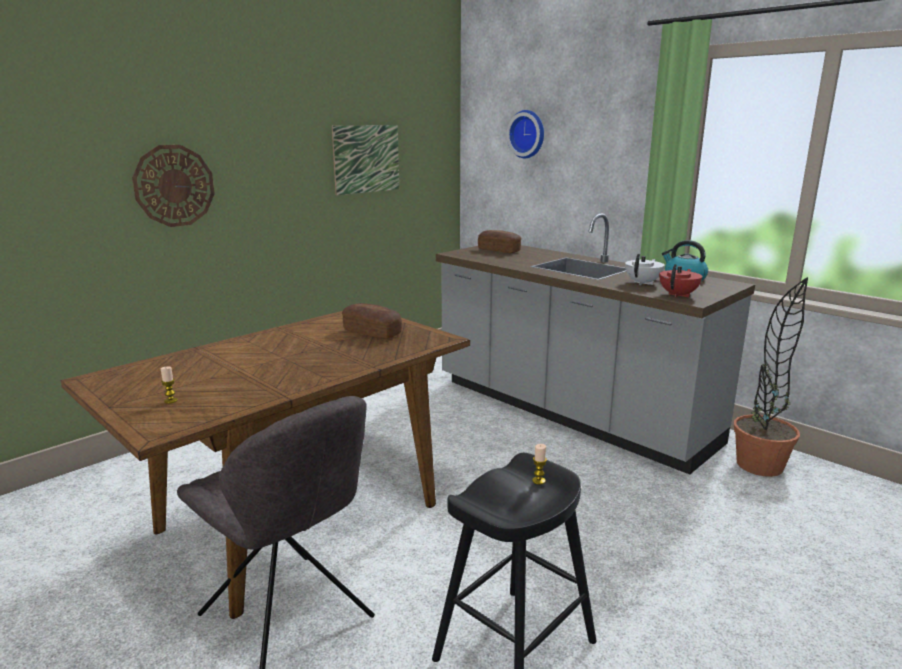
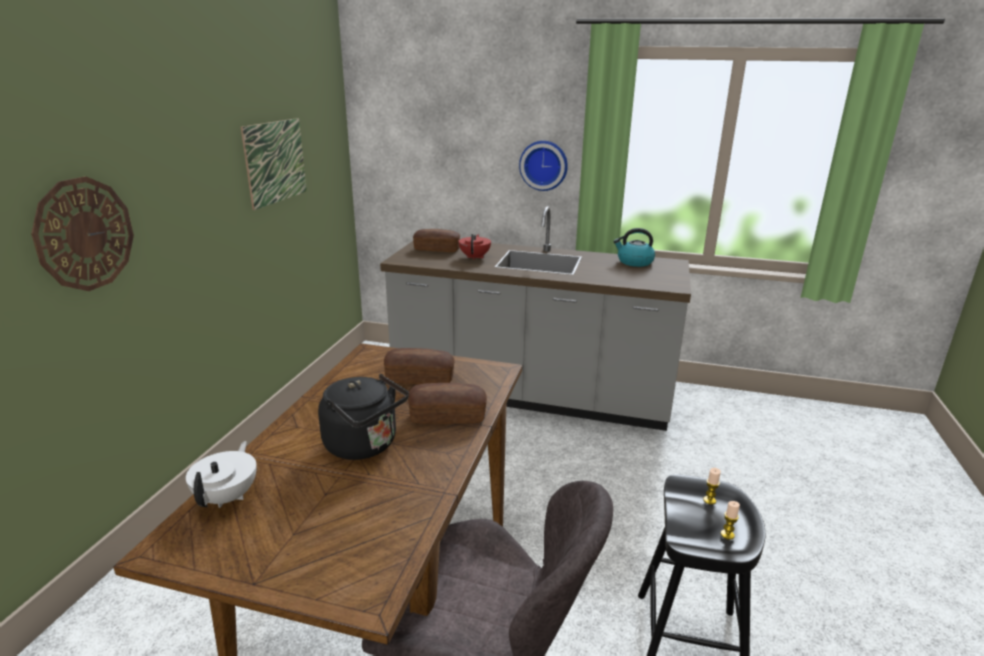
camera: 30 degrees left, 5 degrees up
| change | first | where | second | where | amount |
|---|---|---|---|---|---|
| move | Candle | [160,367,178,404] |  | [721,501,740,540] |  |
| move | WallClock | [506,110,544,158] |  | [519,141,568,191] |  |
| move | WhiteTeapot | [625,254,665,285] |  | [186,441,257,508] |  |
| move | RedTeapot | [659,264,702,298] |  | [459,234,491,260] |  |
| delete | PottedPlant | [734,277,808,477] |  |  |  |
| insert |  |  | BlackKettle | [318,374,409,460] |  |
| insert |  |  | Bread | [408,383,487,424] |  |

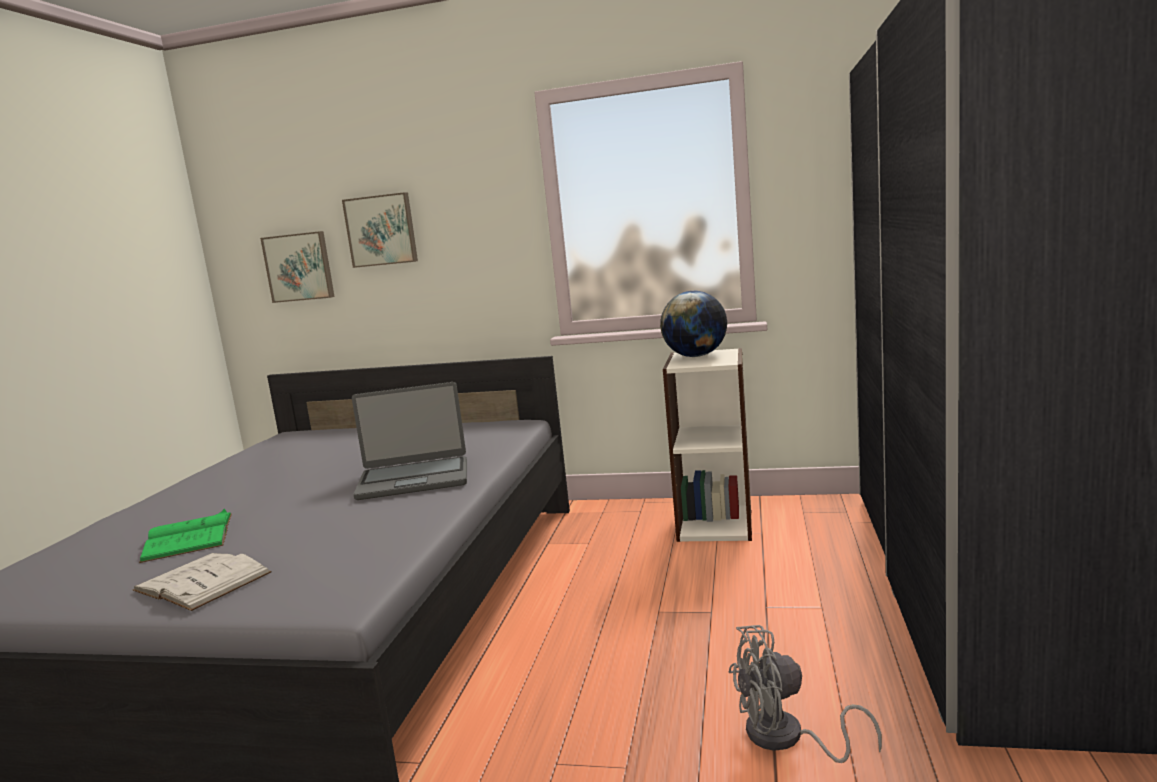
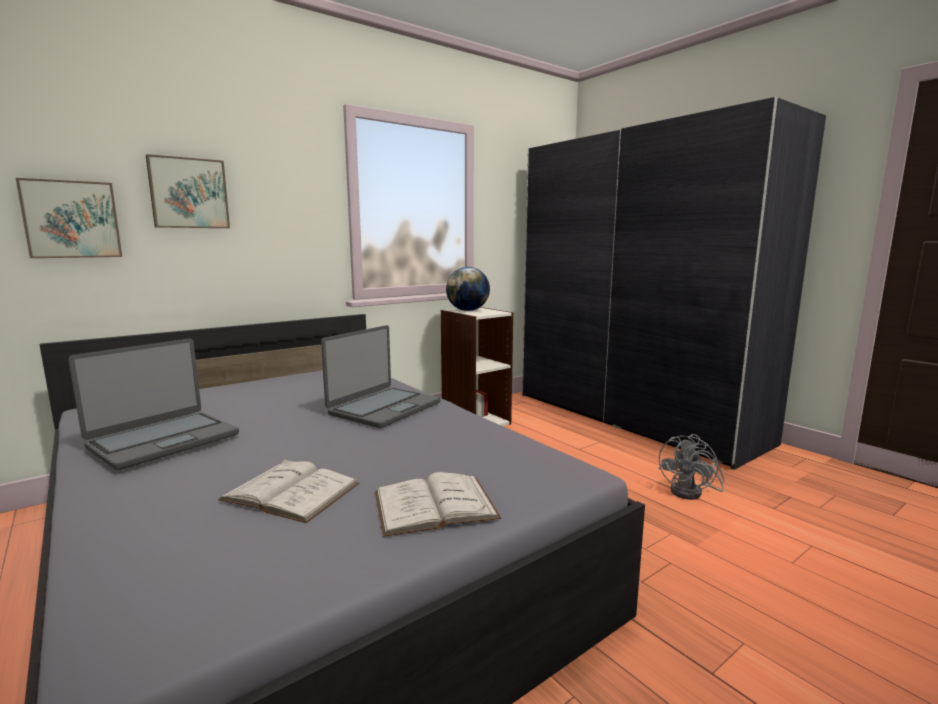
camera: 50 degrees left, 0 degrees up
| change | first | where | second | where | amount |
|---|---|---|---|---|---|
| recolor | GreenBook | [139,509,232,563] | WhiteBook | [218,459,359,523] |  |
| insert |  |  | Laptop | [68,339,239,470] |  |

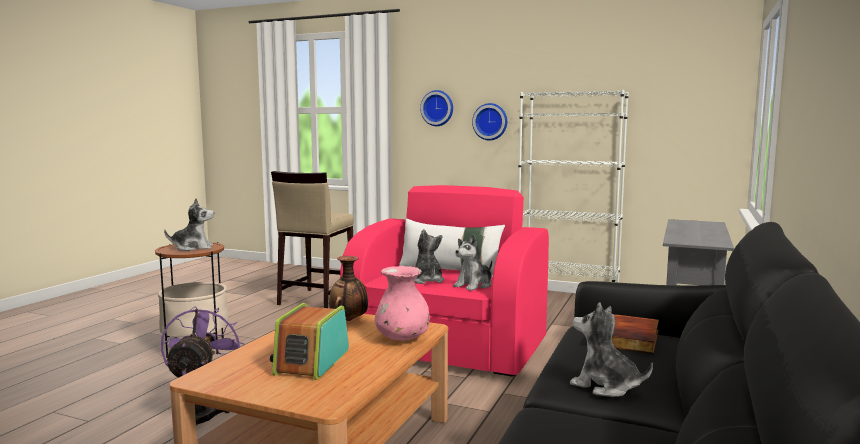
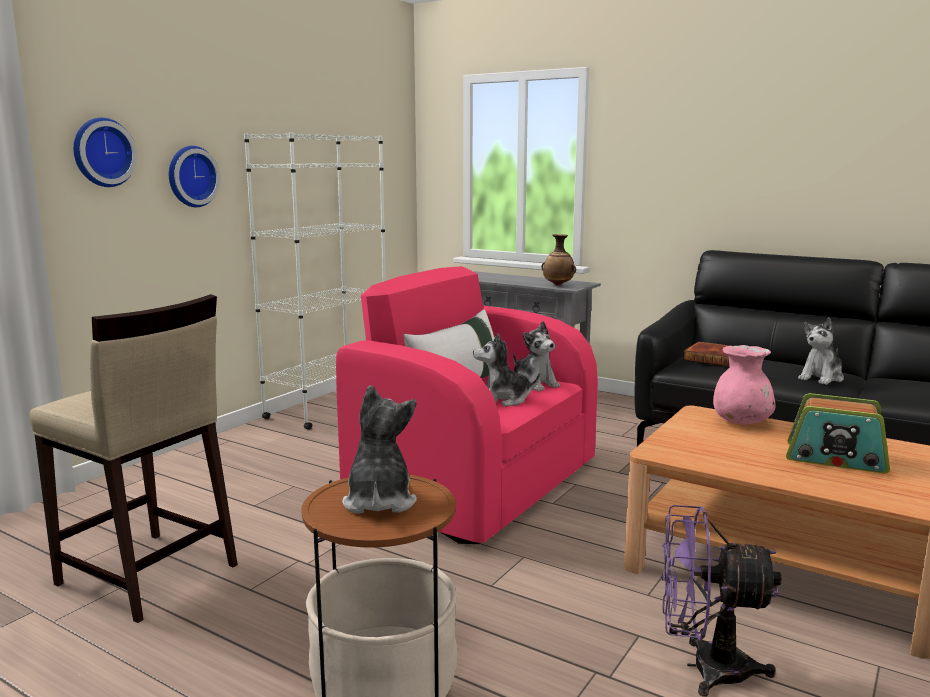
camera: 80 degrees left, 5 degrees up
| change | first | where | second | where | amount |
|---|---|---|---|---|---|
| move | Vase | [329,256,368,321] |  | [541,234,576,286] |  |

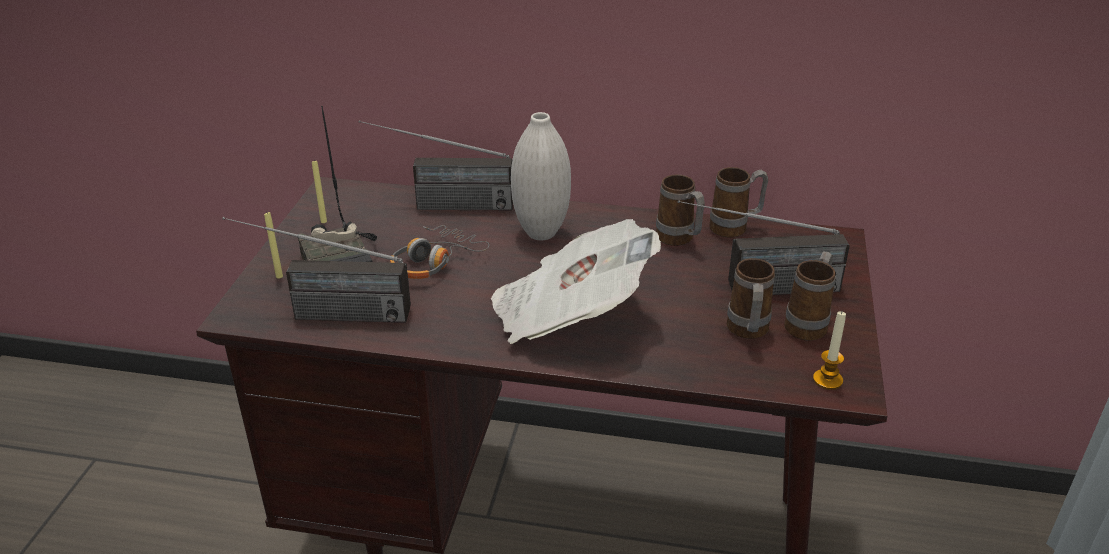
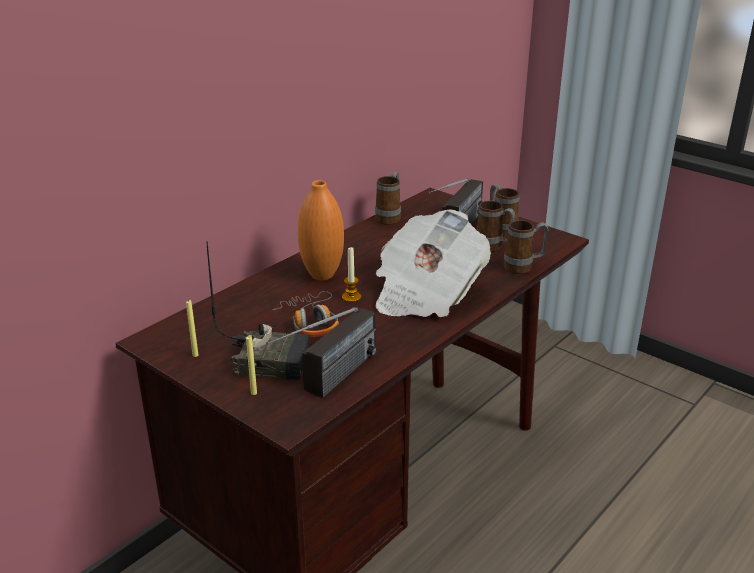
camera: 60 degrees left, 5 degrees down
| change | first | where | second | where | amount |
|---|---|---|---|---|---|
| delete | Radio | [358,120,513,210] |  |  |  |
| recolor | WhiteVase | [511,112,571,240] | OrangeVase | [298,180,344,280] |  |
| move | Mug | [656,174,705,246] |  | [504,220,549,274] |  |
| move | Candle | [813,310,846,390] |  | [342,246,361,302] |  |

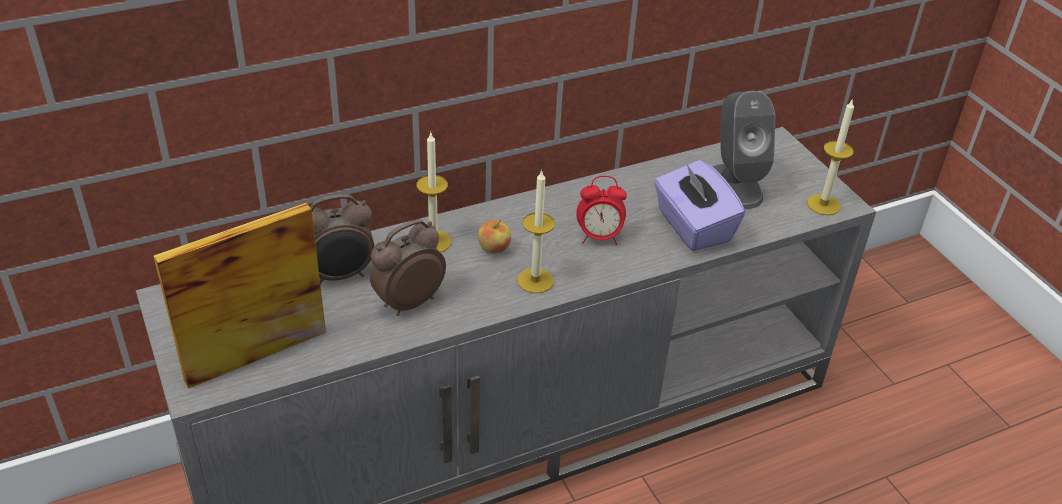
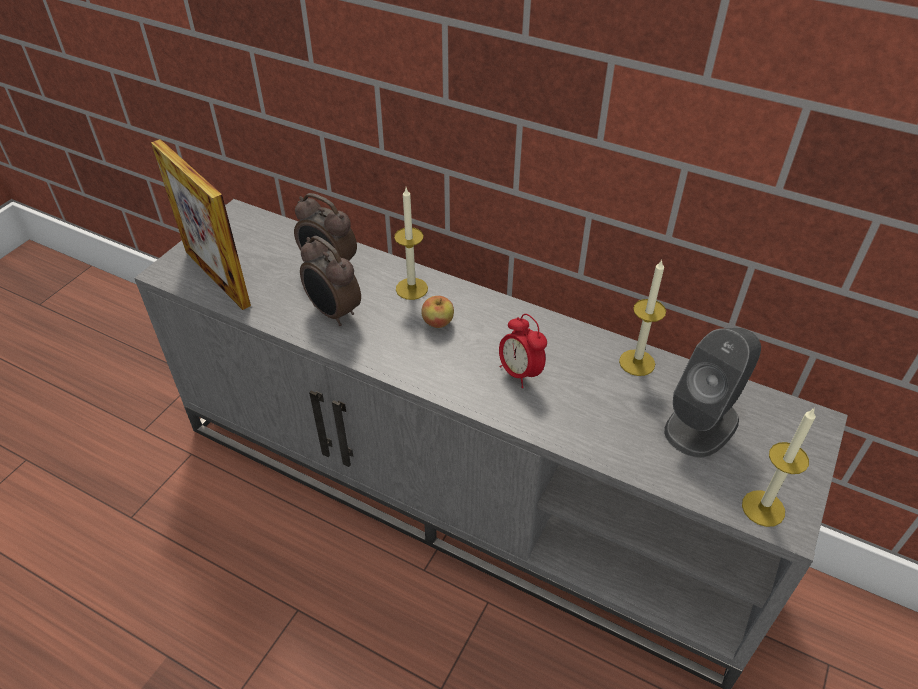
camera: 55 degrees right, 5 degrees up
| change | first | where | second | where | amount |
|---|---|---|---|---|---|
| rotate | PictureFrame | [153,203,326,388] |  | [151,139,251,310] | 150 degrees counterclockwise |
| rotate | AlarmClock | [370,219,446,316] |  | [300,236,361,326] | 150 degrees counterclockwise |
| move | Candle | [517,170,555,293] |  | [619,260,666,376] |  |
| delete | PurpleTissueBox | [654,160,745,251] |  |  |  |

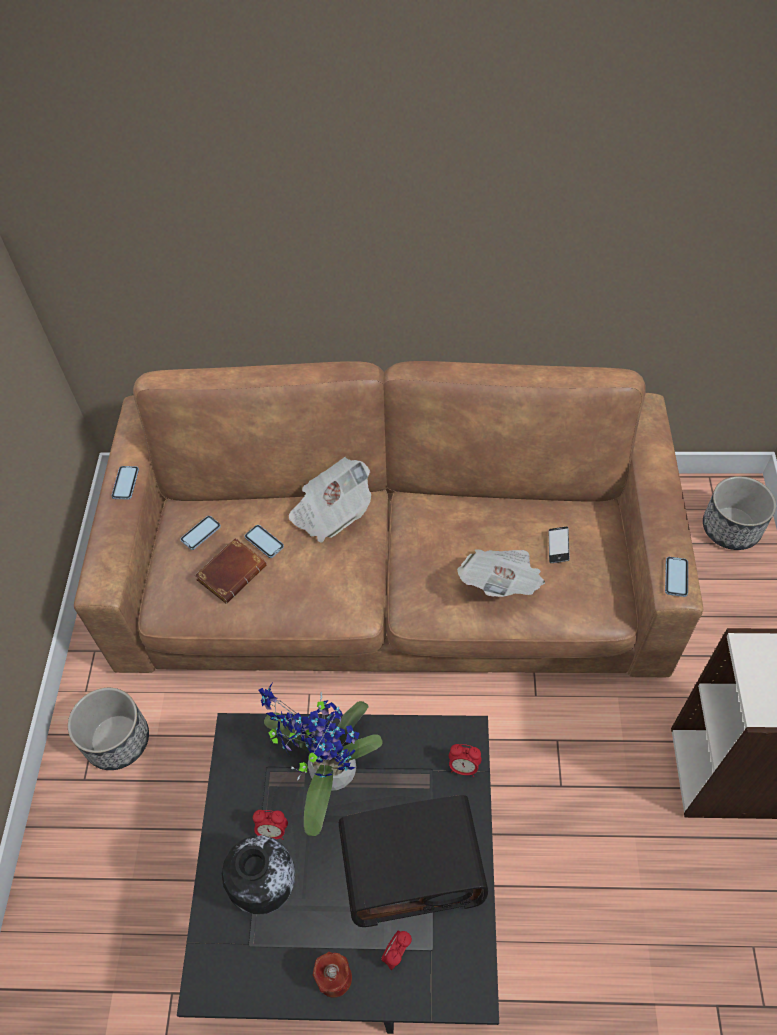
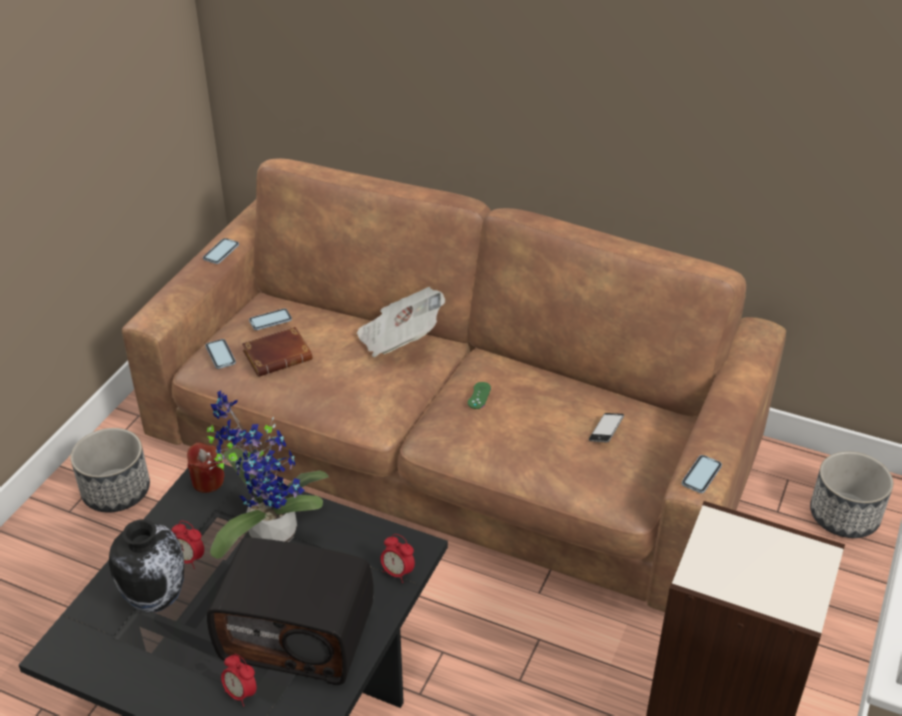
camera: 20 degrees right, 15 degrees down
| change | first | where | second | where | amount |
|---|---|---|---|---|---|
| move | Phone | [245,525,284,558] |  | [205,339,236,369] |  |
| move | RedCandle | [313,952,352,998] |  | [187,442,225,493] |  |
| rotate | AlarmClock | [381,931,412,970] |  | [221,654,256,707] | 105 degrees counterclockwise |
| delete | Newspaper | [457,549,545,597] |  |  |  |
| insert |  |  | GreenGameController | [468,382,491,409] |  |

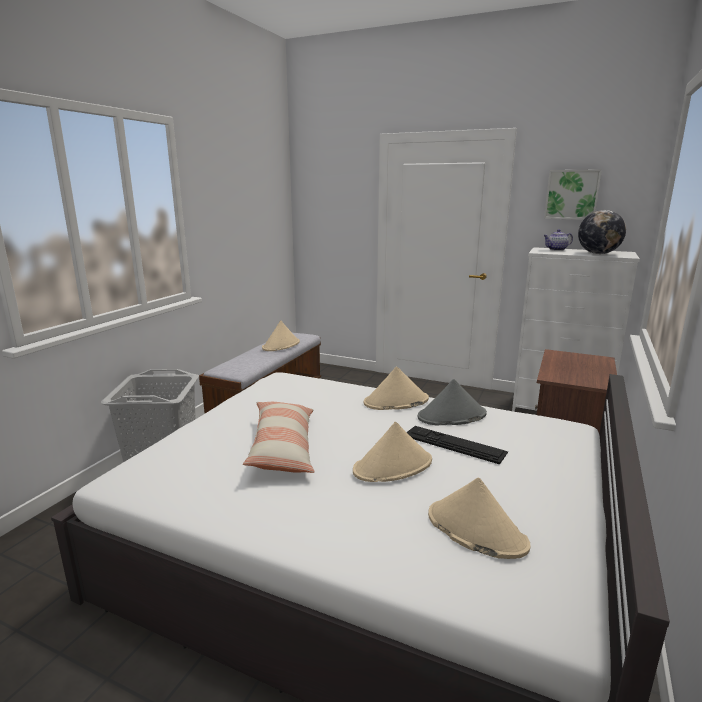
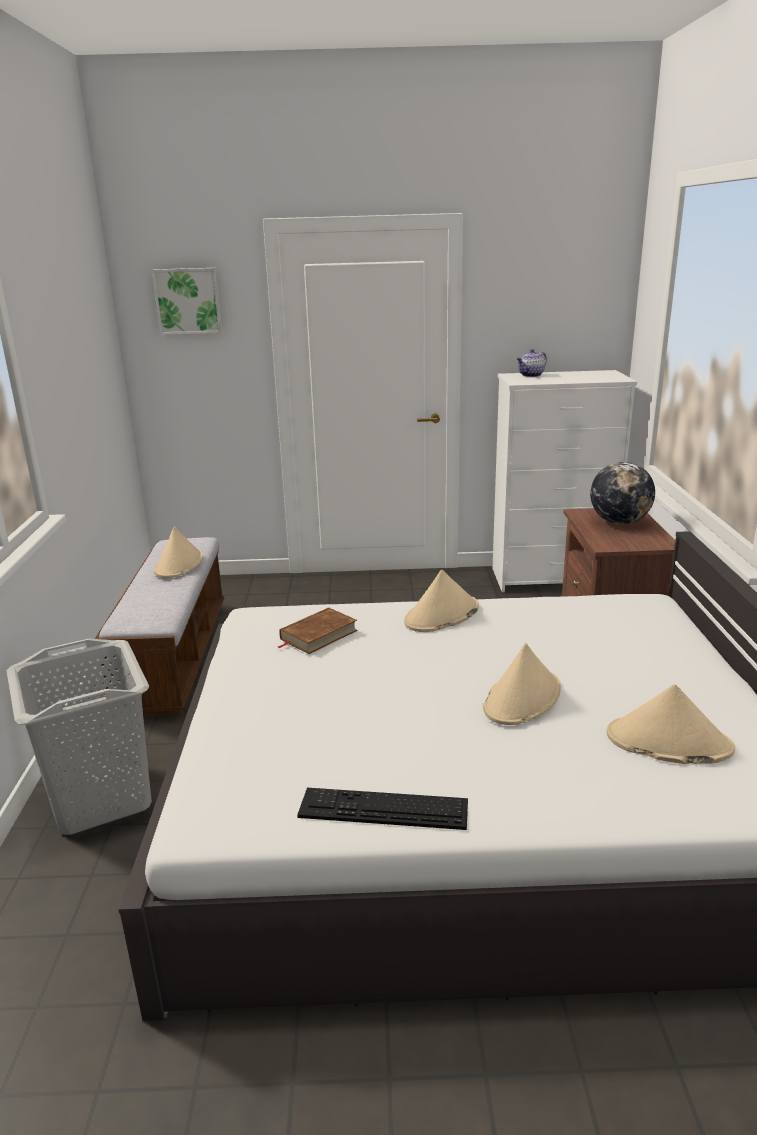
camera: 25 degrees left, 5 degrees up
| change | first | where | second | where | amount |
|---|---|---|---|---|---|
| delete | Pillow | [243,402,315,473] |  |  |  |
| move | Keyboard | [407,426,508,464] |  | [297,788,468,830] |  |
| delete | GreyHat | [418,379,487,425] |  |  |  |
| move | Picture | [544,169,602,220] |  | [152,268,222,335] |  |
| move | Globe | [578,210,626,254] |  | [590,462,655,524] |  |
| insert |  |  | BrownBook | [278,608,357,654] |  |

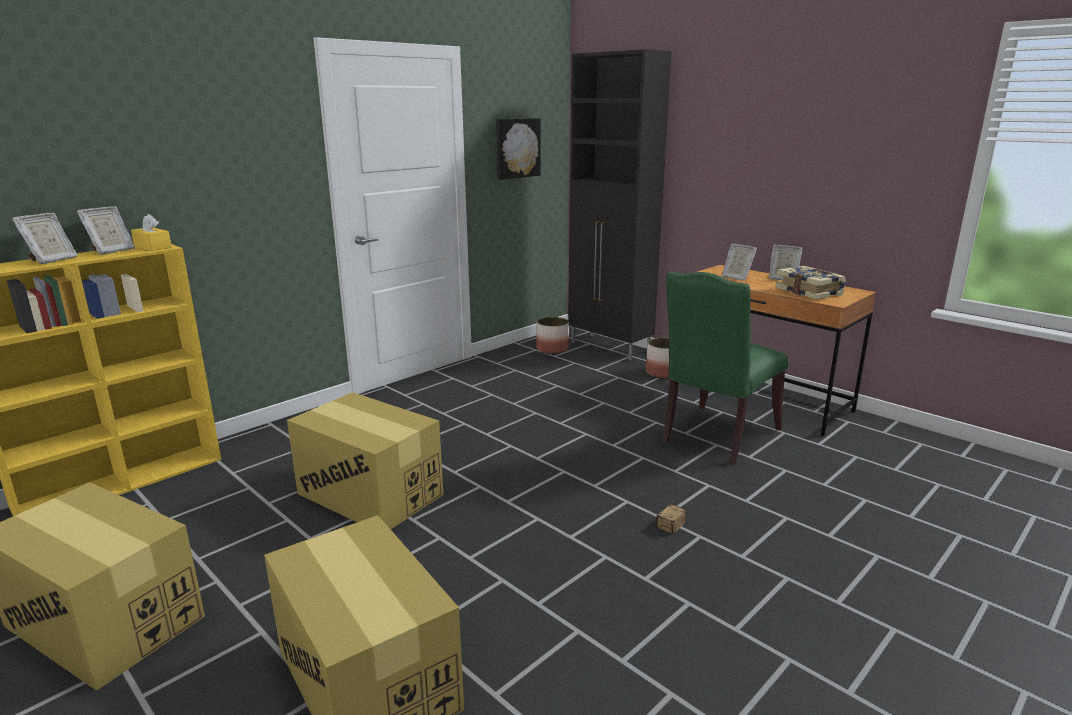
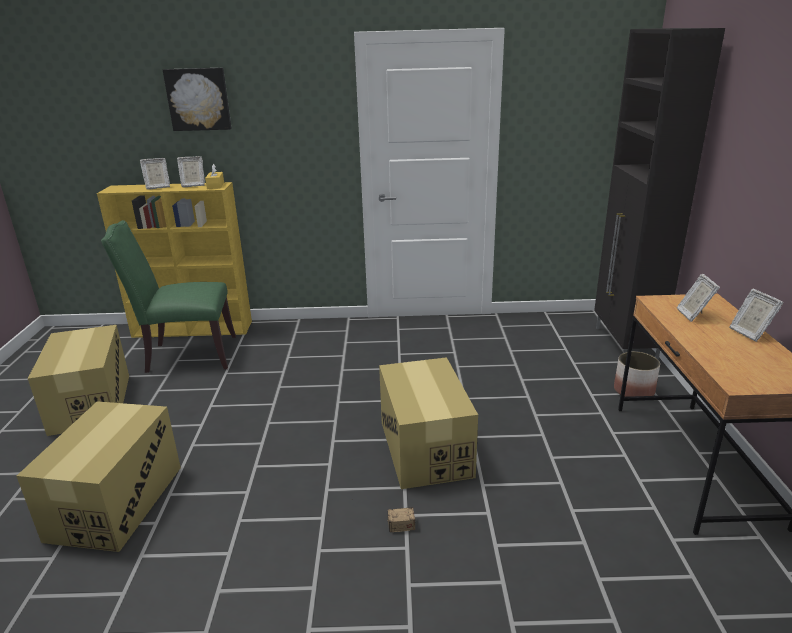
camera: 45 degrees right, 5 degrees up
| change | first | where | second | where | amount |
|---|---|---|---|---|---|
| move | CardboardBox | [287,392,444,529] |  | [379,357,478,489] |  |
| move | Picture | [496,118,541,180] |  | [163,68,232,131] |  |
| delete | Planter | [536,317,569,354] |  |  |  |
| move | GreenChair | [662,272,789,465] |  | [101,220,236,373] |  |
| delete | Book | [776,266,846,300] |  |  |  |

